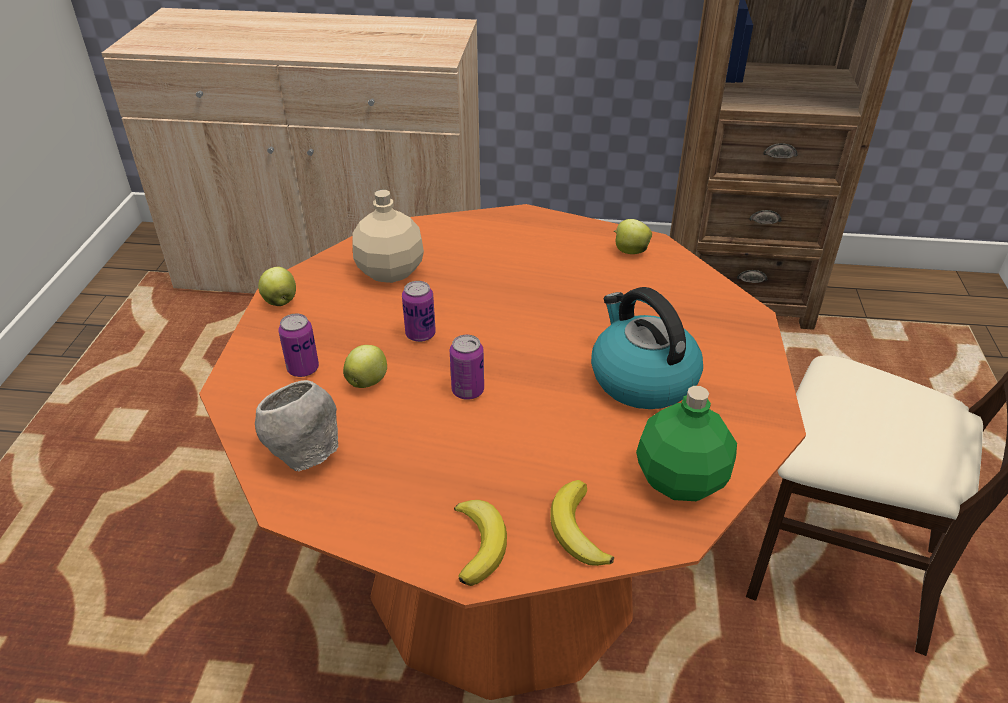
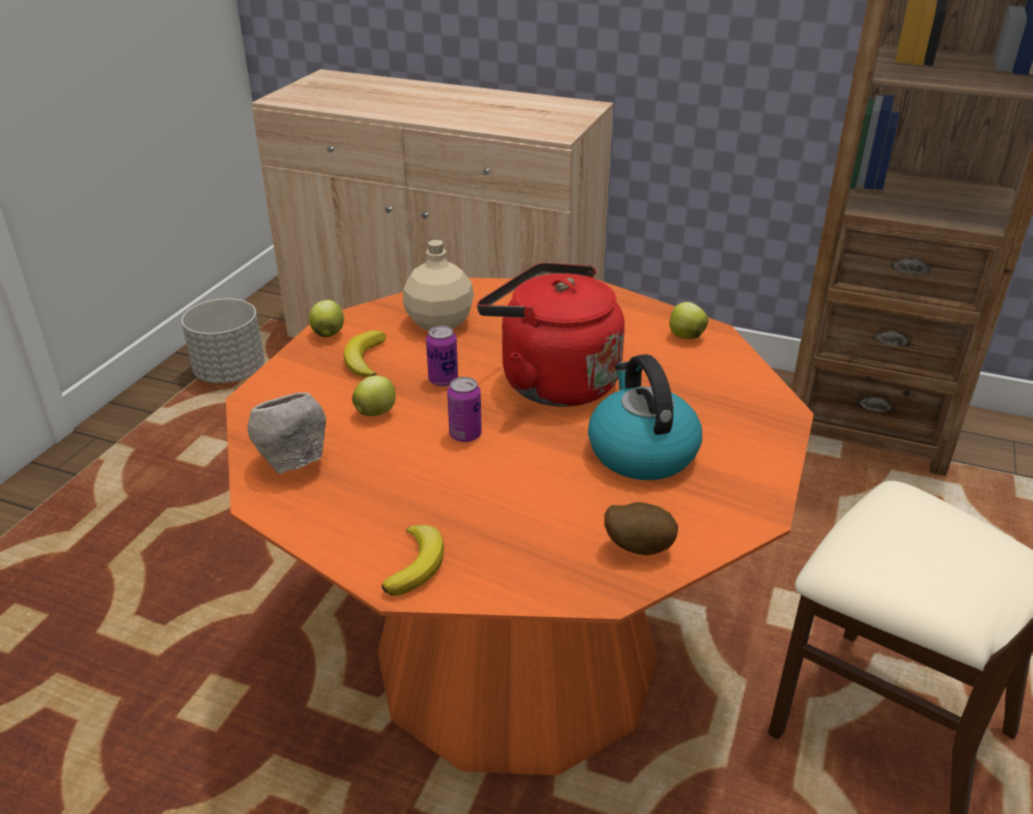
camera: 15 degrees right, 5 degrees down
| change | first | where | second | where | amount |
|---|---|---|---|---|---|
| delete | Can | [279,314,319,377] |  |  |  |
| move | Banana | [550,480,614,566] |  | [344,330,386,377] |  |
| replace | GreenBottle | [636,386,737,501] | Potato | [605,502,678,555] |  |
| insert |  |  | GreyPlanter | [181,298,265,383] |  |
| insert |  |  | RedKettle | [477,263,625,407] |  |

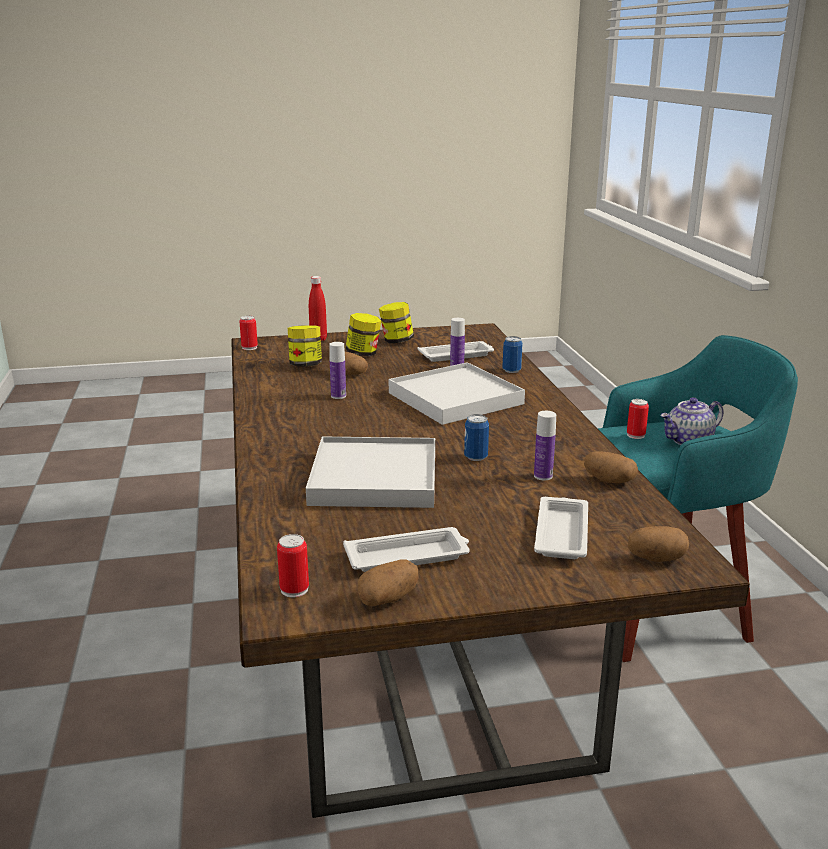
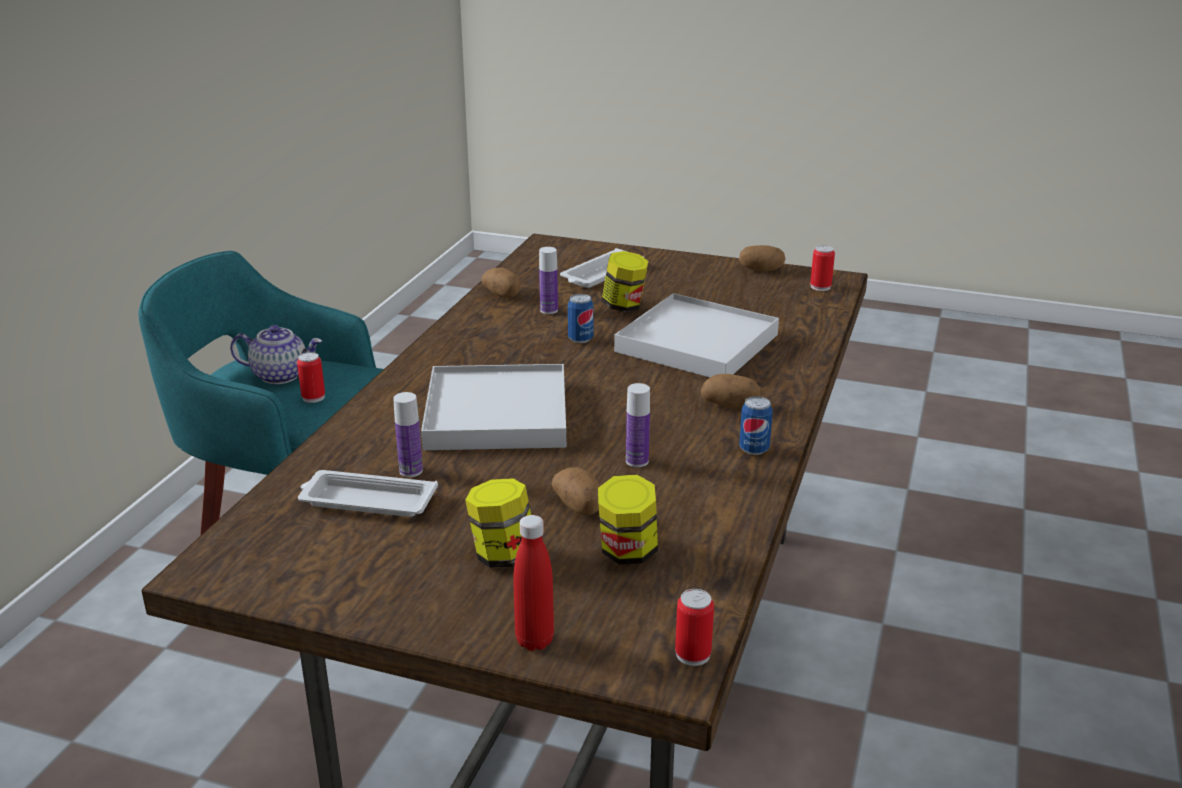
camera: 150 degrees left, 5 degrees up
| change | first | where | second | where | amount |
|---|---|---|---|---|---|
| delete | WhiteTray | [343,527,470,572] |  |  |  |
| move | Jar | [379,302,414,343] |  | [601,251,649,312] |  |
| move | Can | [502,336,523,373] |  | [739,396,773,455] |  |
| move | Potato | [628,526,689,562] |  | [701,374,760,409] |  |

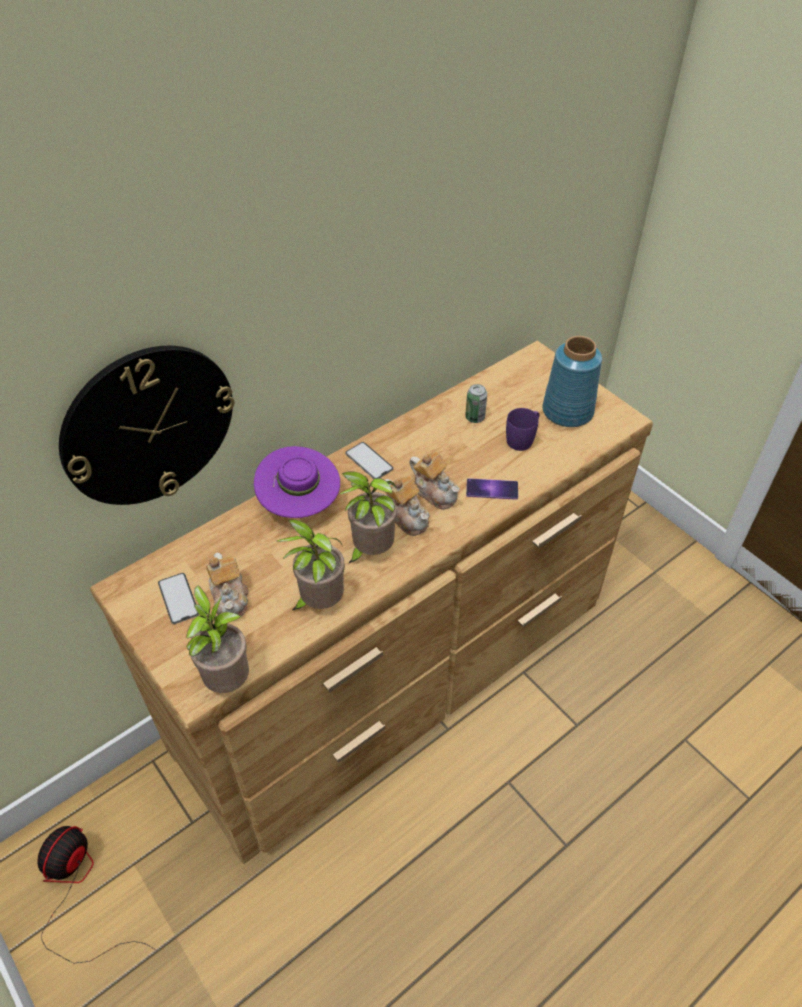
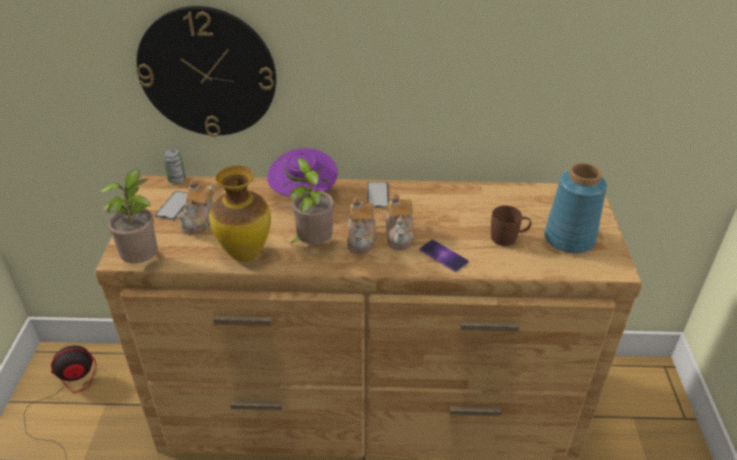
camera: 40 degrees right, 10 degrees down
| change | first | where | second | where | amount |
|---|---|---|---|---|---|
| replace | PottedPlant | [277,519,345,610] | Vase | [209,166,271,262] |  |
| move | Can | [465,384,487,423] |  | [163,149,185,184] |  |
| recolor | PurpleMug | [506,408,540,451] | BrownMug | [491,206,531,246] |  |

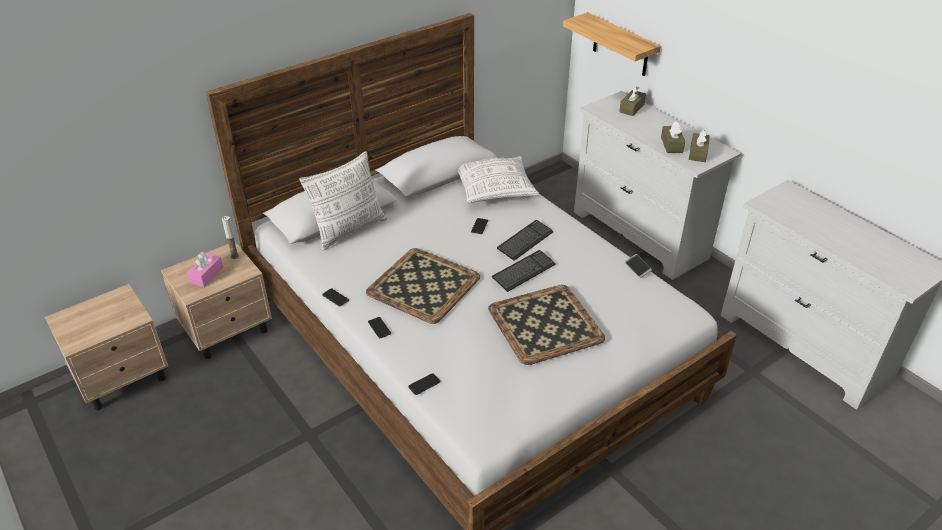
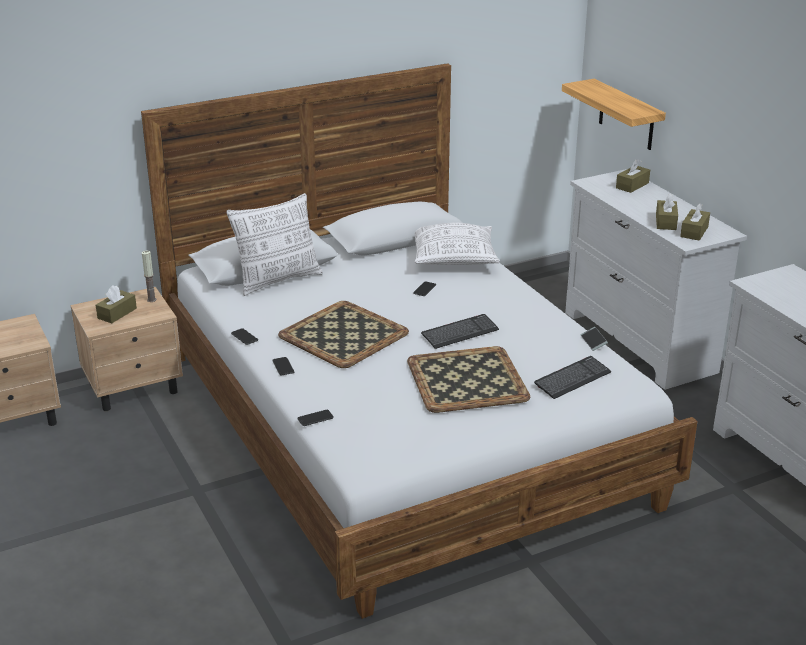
camera: 10 degrees right, 10 degrees down
| change | first | where | second | where | amount |
|---|---|---|---|---|---|
| recolor | PinkTissueBox | [187,252,223,287] | BrownTissueBox | [96,285,137,323] |  |
| move | Keyboard | [497,220,554,261] |  | [534,356,611,399] |  |

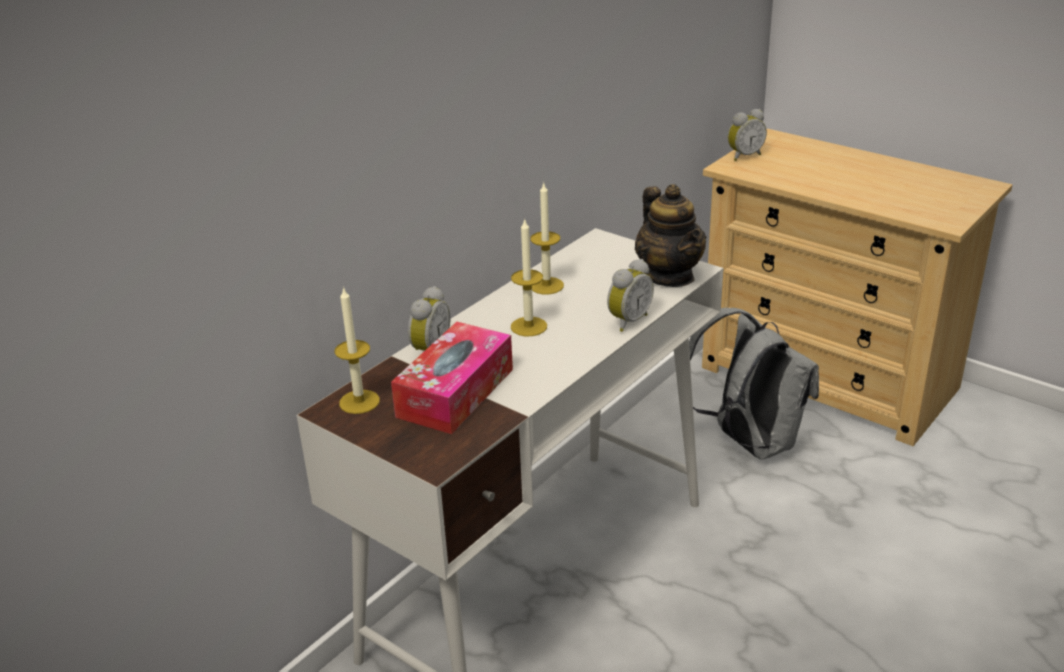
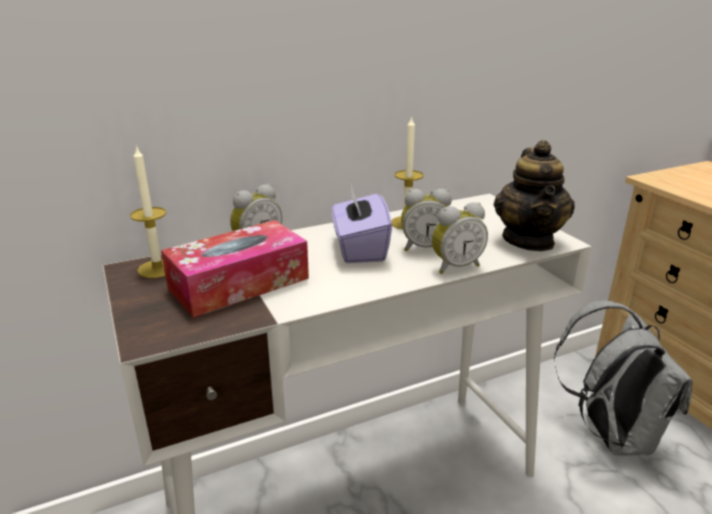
camera: 25 degrees right, 5 degrees down
| change | first | where | second | where | amount |
|---|---|---|---|---|---|
| replace | Candle | [511,219,547,336] | PurpleTissueBox | [332,185,392,263] |  |
| move | AlarmClock | [728,109,767,161] |  | [401,189,452,251] |  |

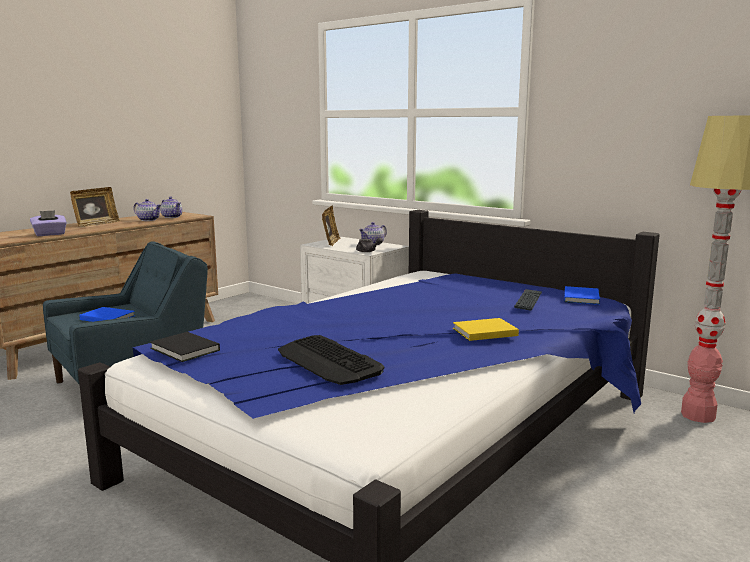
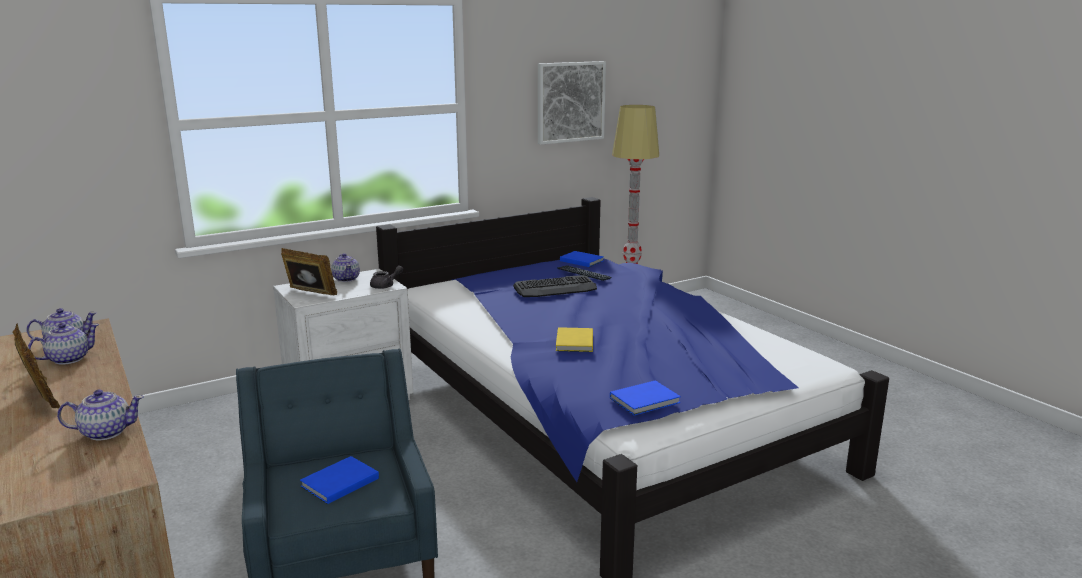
camera: 70 degrees left, 5 degrees up
| change | first | where | second | where | amount |
|---|---|---|---|---|---|
| replace | PurpleTissueBox | [30,210,67,236] | Teapot | [57,390,144,440] |  |
| recolor | BlackBook | [150,332,220,362] | BlueBook | [610,380,681,415] |  |
| move | Keyboard | [278,335,385,385] |  | [513,275,597,297] |  |
| move | YellowBook | [453,318,519,341] |  | [556,327,593,352] |  |
| insert |  |  | Picture | [538,61,606,145] |  |

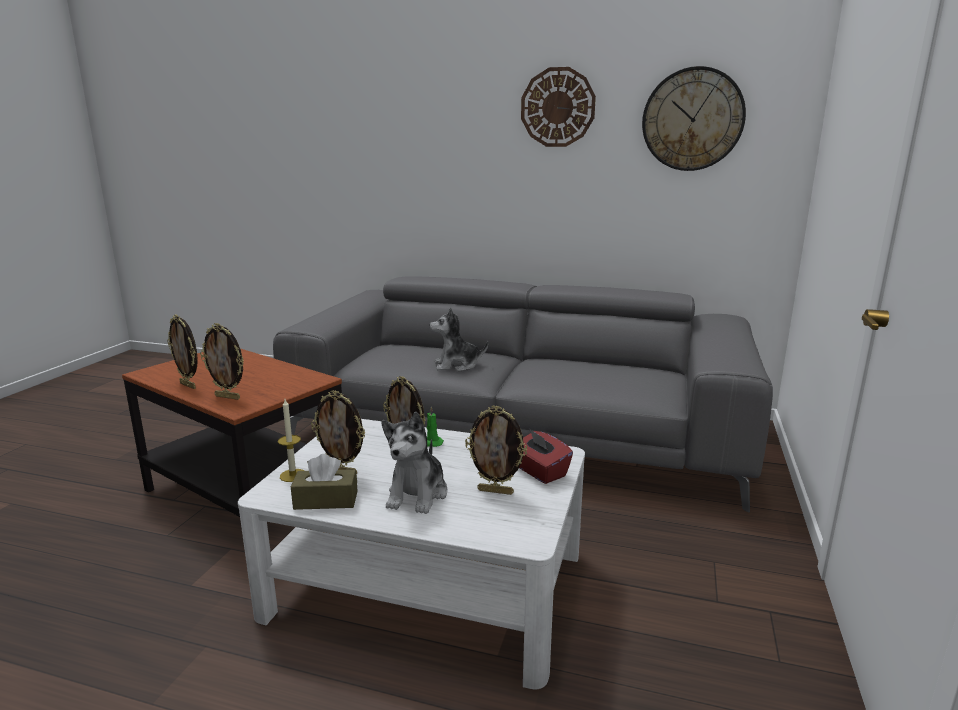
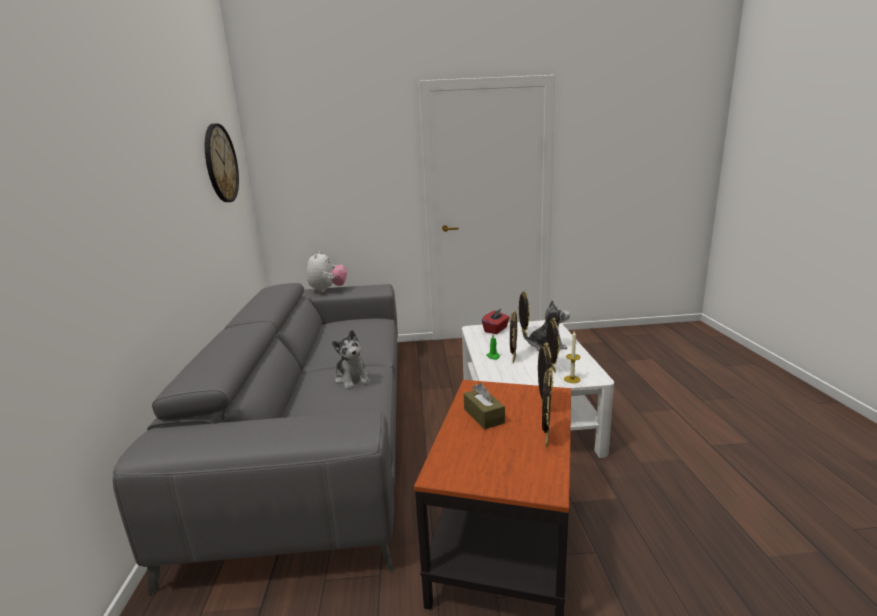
camera: 110 degrees left, 0 degrees up
| change | first | where | second | where | amount |
|---|---|---|---|---|---|
| move | BrownTissueBox | [291,454,357,510] |  | [464,383,505,429] |  |
| delete | WallClock | [521,67,596,147] |  |  |  |
| insert |  |  | PlushToy | [307,251,347,293] |  |

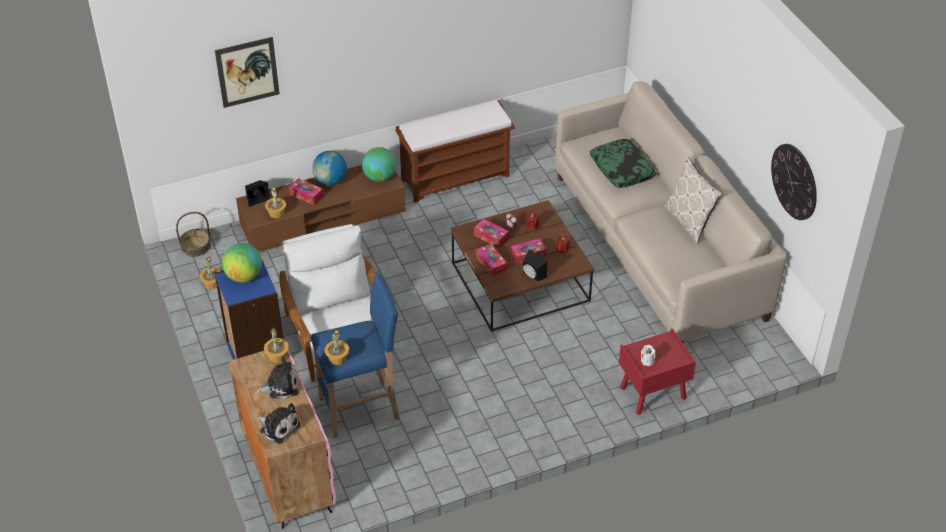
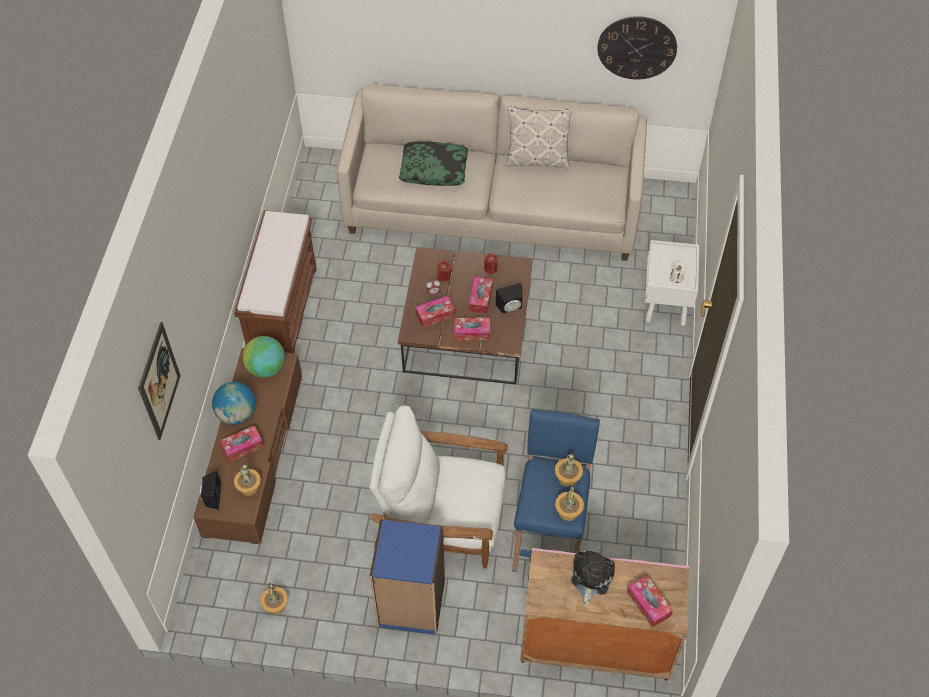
camera: 60 degrees left, 10 degrees up
| change | first | where | second | where | amount |
|---|---|---|---|---|---|
| delete | Basket | [176,212,211,257] |  |  |  |
| delete | Globe | [222,243,262,283] |  |  |  |
| replace | PlushToy | [257,403,300,444] | TissueBox | [627,575,673,627] |  |
| move | PottedPlant | [264,328,289,363] |  | [555,453,583,487] |  |
| recolor | RedNightstand | [619,329,696,415] | WhiteNightstand | [645,240,699,326] |  |

